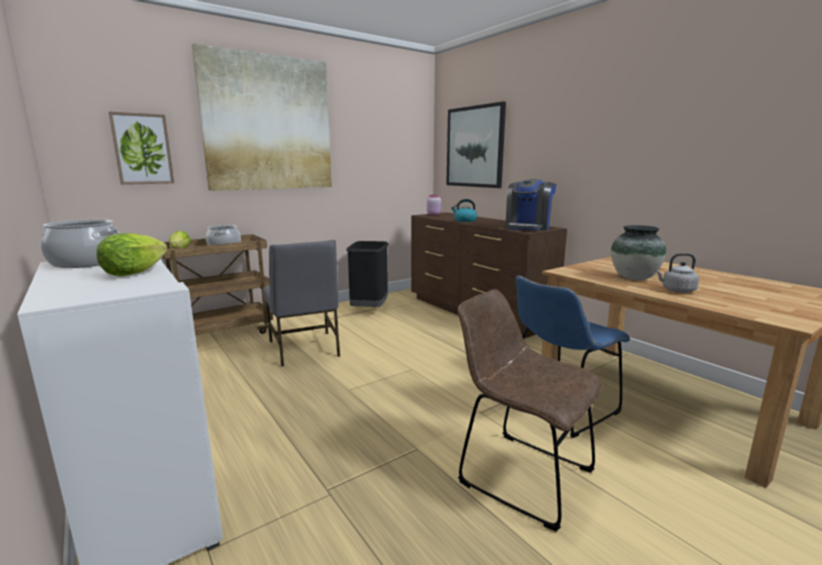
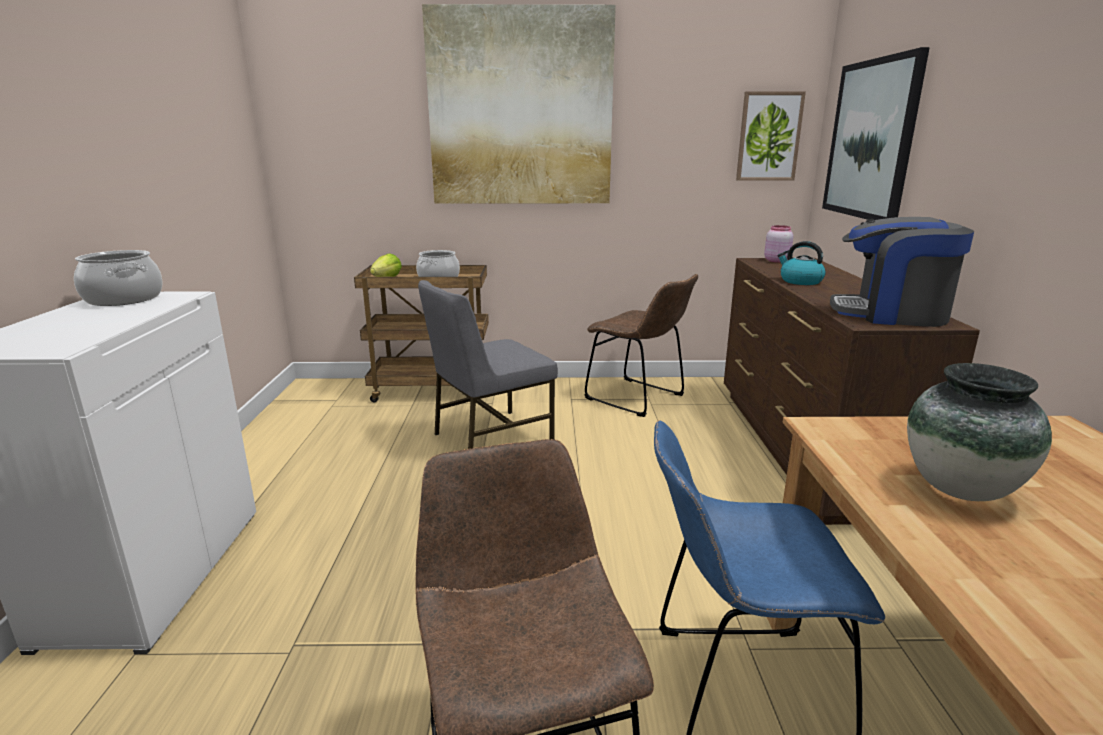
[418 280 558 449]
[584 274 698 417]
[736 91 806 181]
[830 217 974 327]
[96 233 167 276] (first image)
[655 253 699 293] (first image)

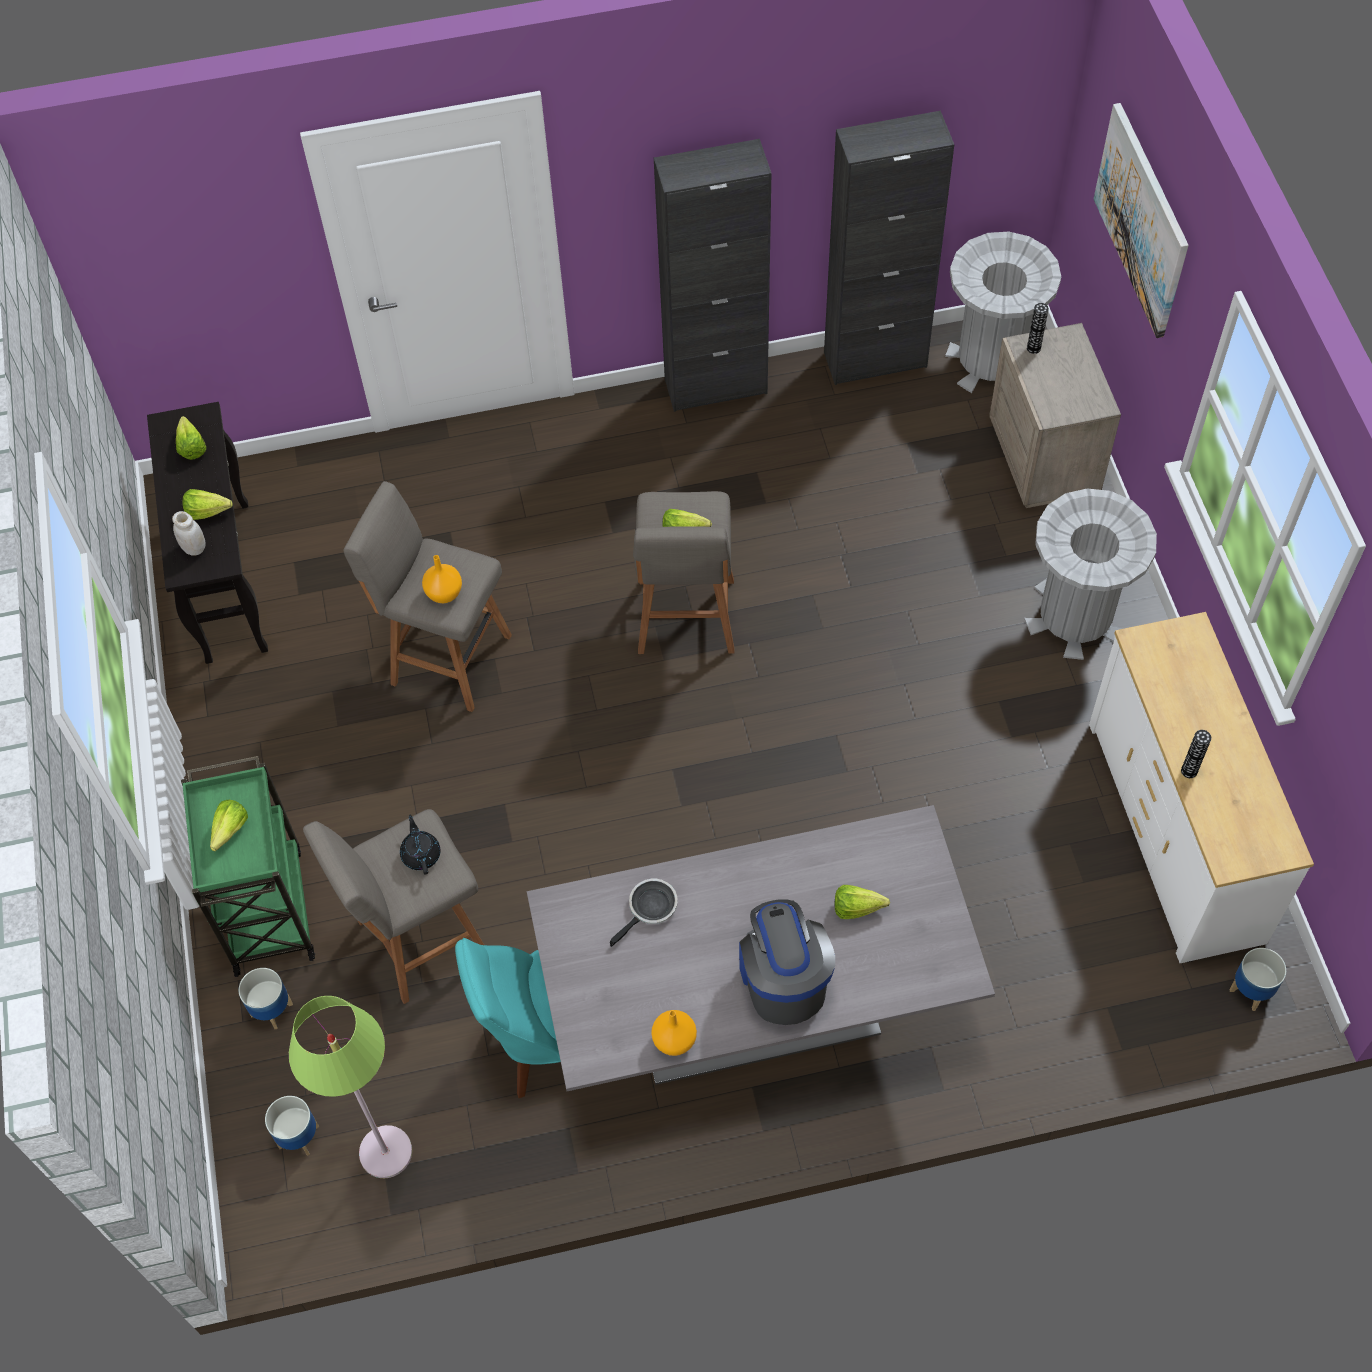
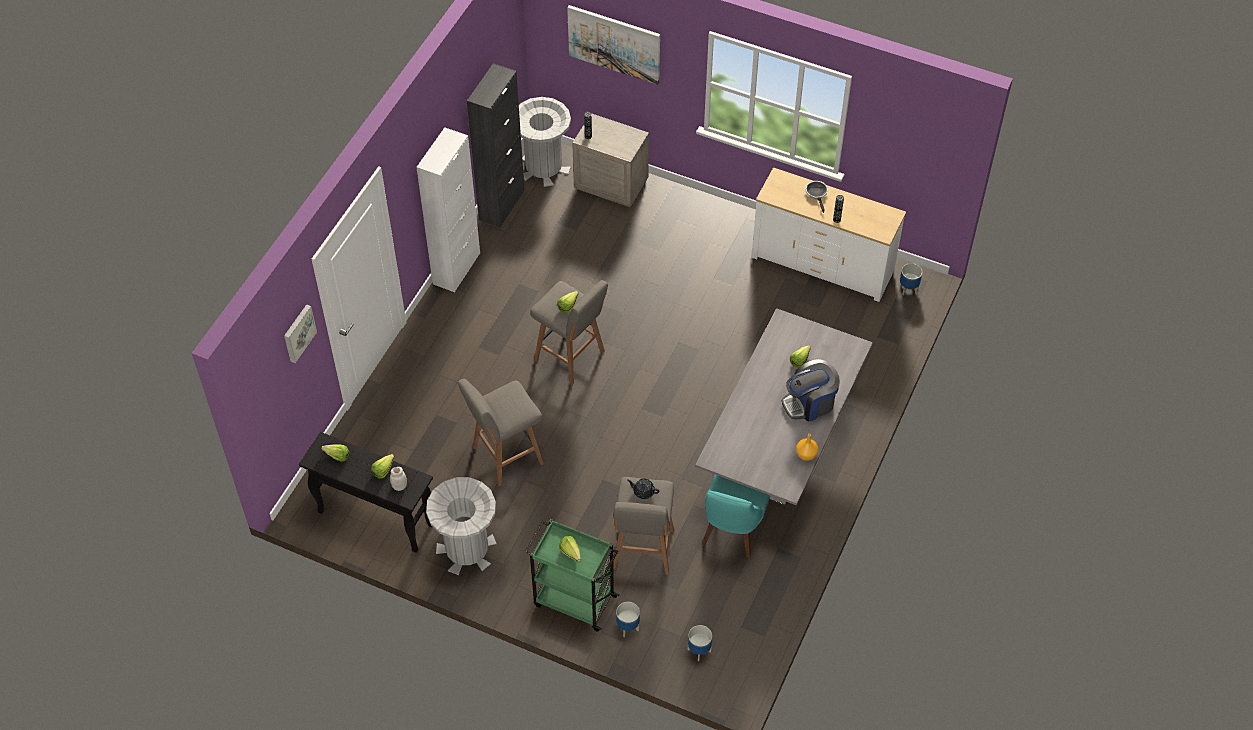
[284 304 317 363]
[416 127 480 292]
[426 477 497 575]
[782 359 840 422]
[805 181 828 213]
[289 996 412 1178] (first image)
[422 555 462 603] (first image)

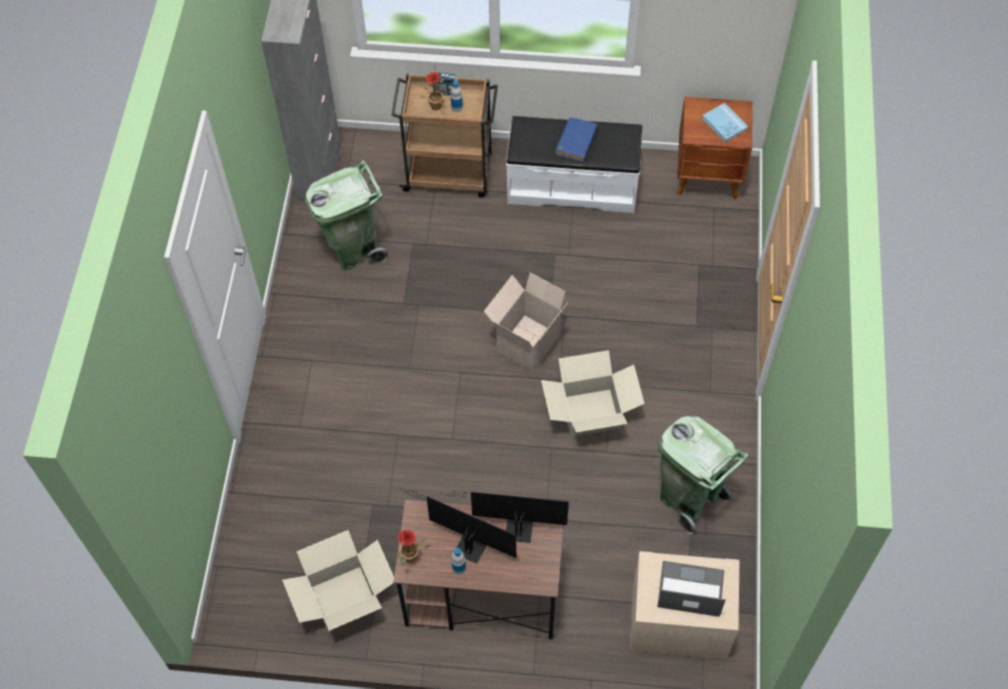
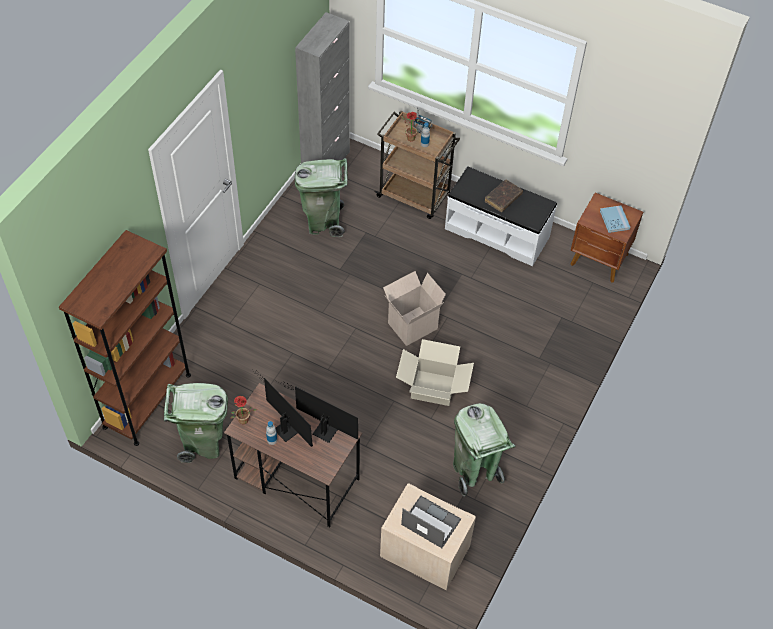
[59 230 191 446]
[164 383 228 463]
[485 180 523 212]

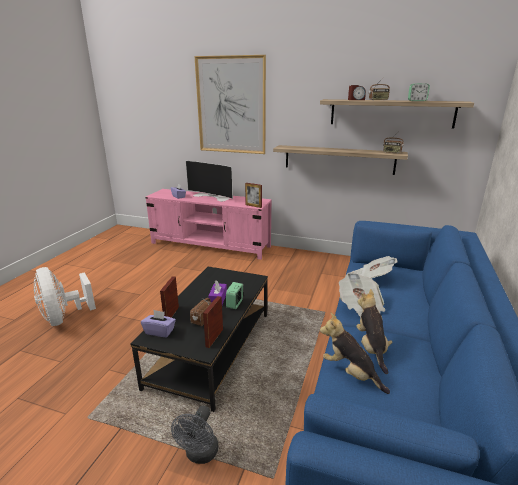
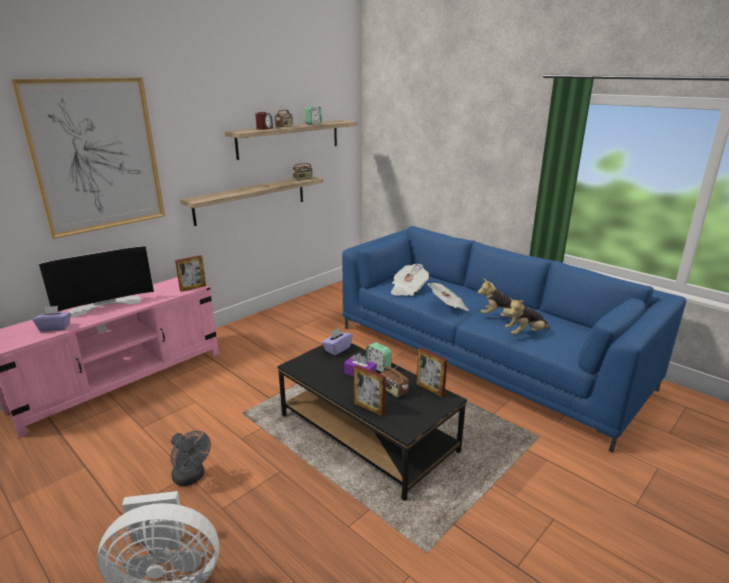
[170 430 211 486]
[322 328 353 355]

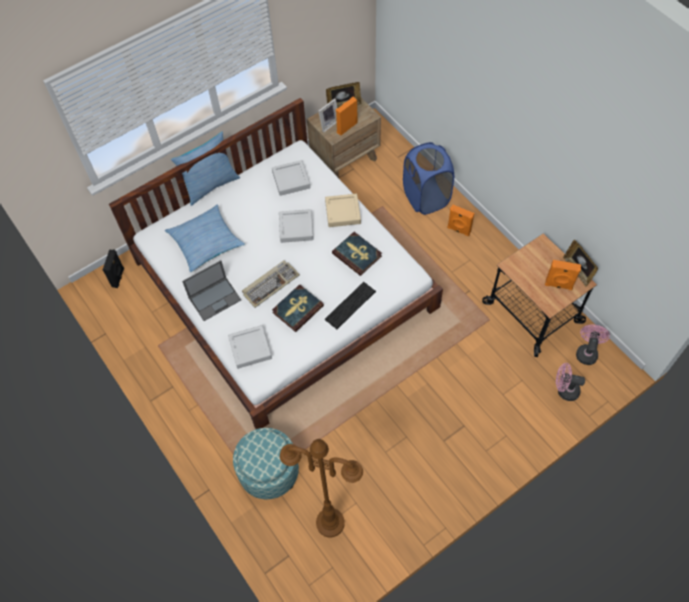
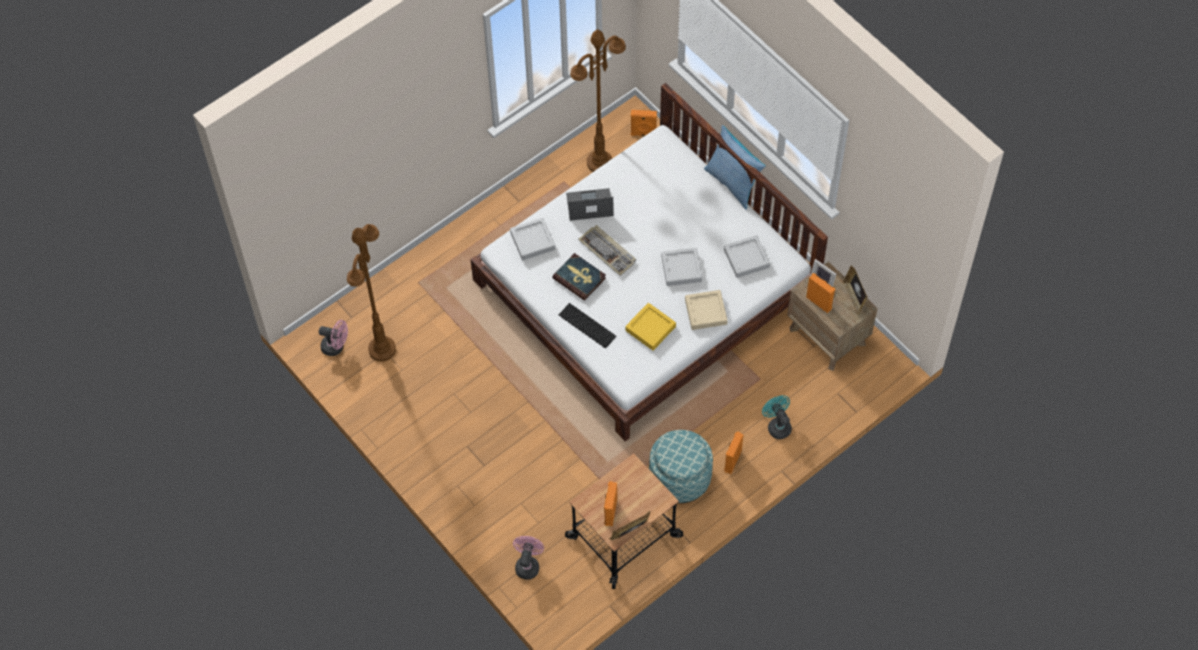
[319 320 348 356]
[566 188 613 221]
[570 29 626 172]
[625 303 676 350]
[631 110 657 136]
[649 430 713 503]
[762 395 792 439]
[165 204 245 272] (first image)

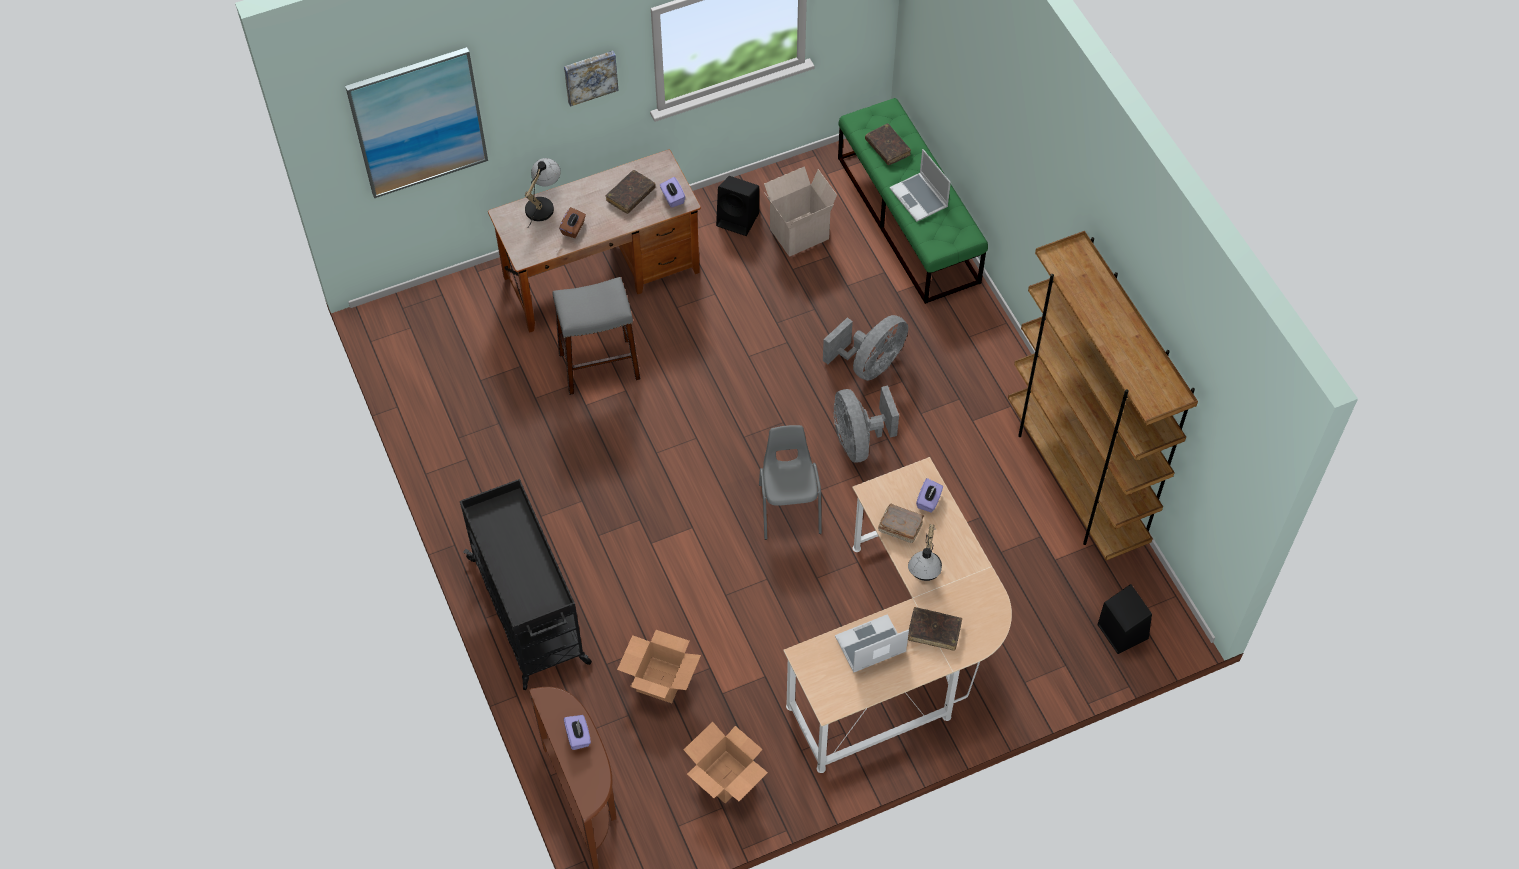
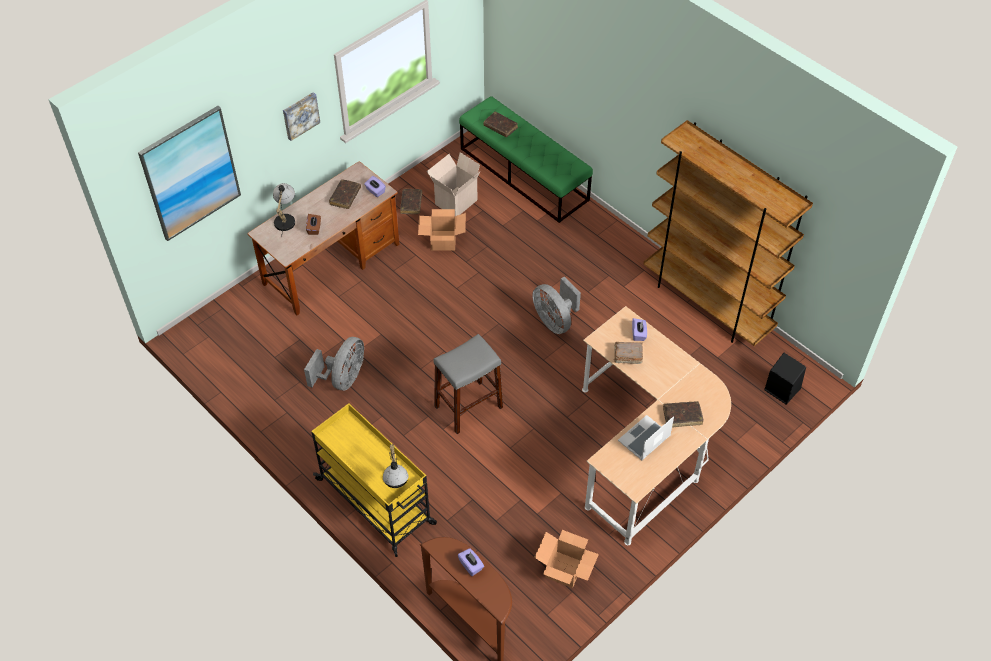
[304 337 364 390]
[311 403 437 557]
[383 444 408 488]
[400 189 422 214]
[418 209 466 251]
[434 334 503 434]
[759 425 822 540] (first image)
[890 149 951 222] (first image)

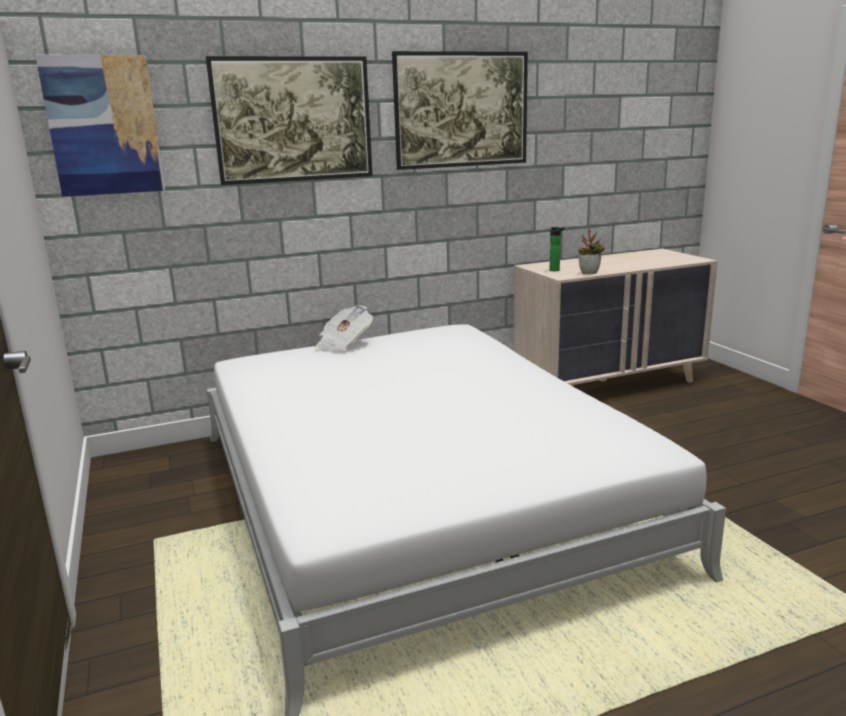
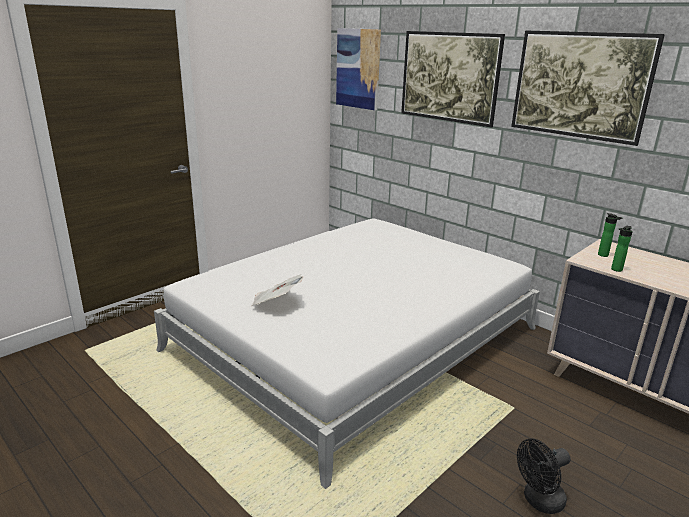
[252 274 303 306]
[517 439 571 514]
[611 226 633 272]

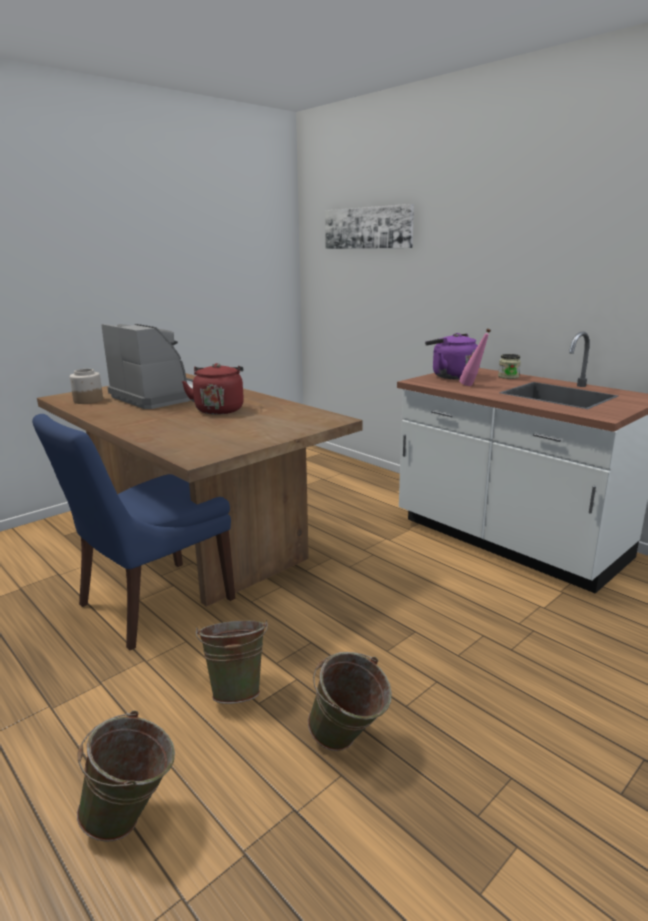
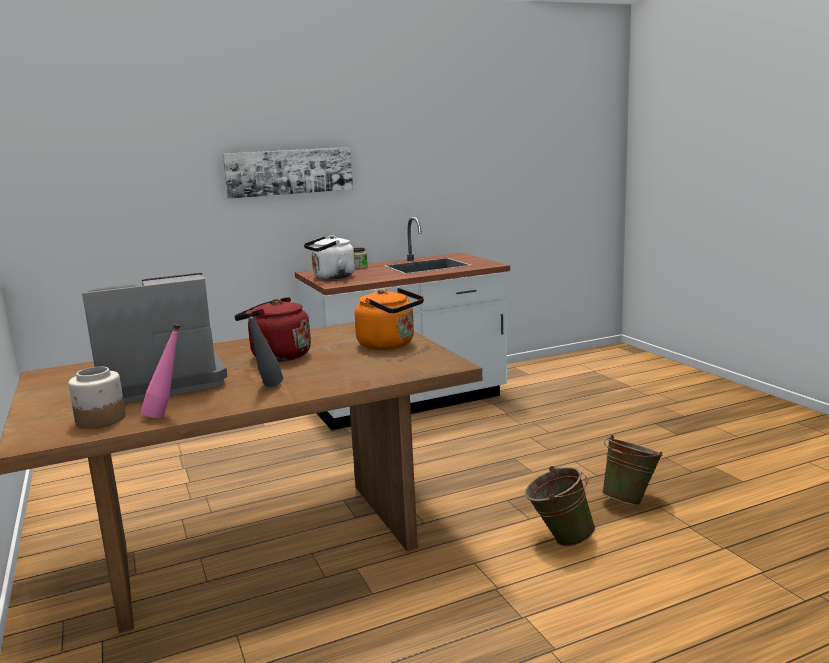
[141 324 180 418]
[223 147 353 199]
[246 310 283 387]
[304 235 355 279]
[355 288 424 350]
[32 414 235 650] (first image)
[77 711 175 842] (first image)

